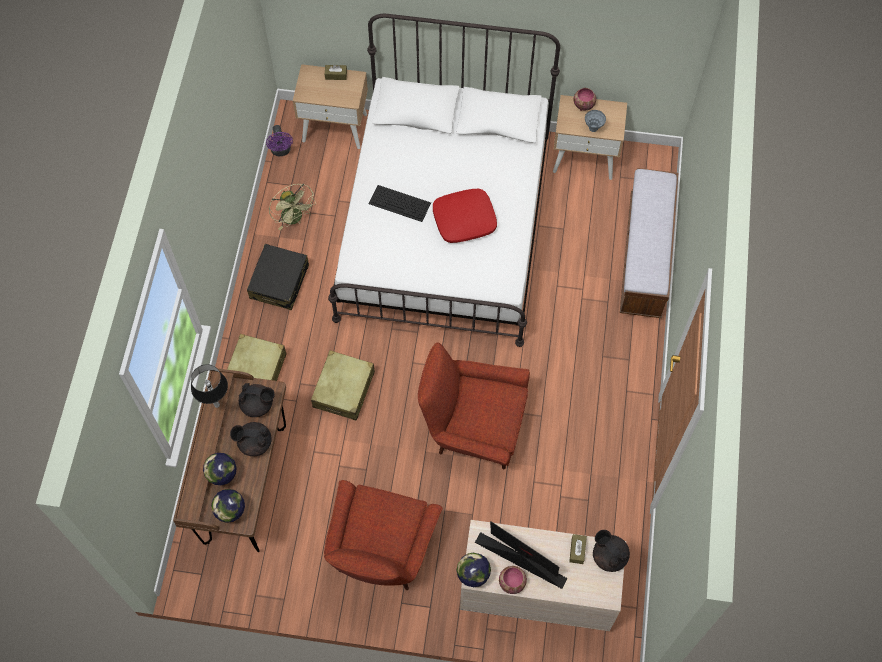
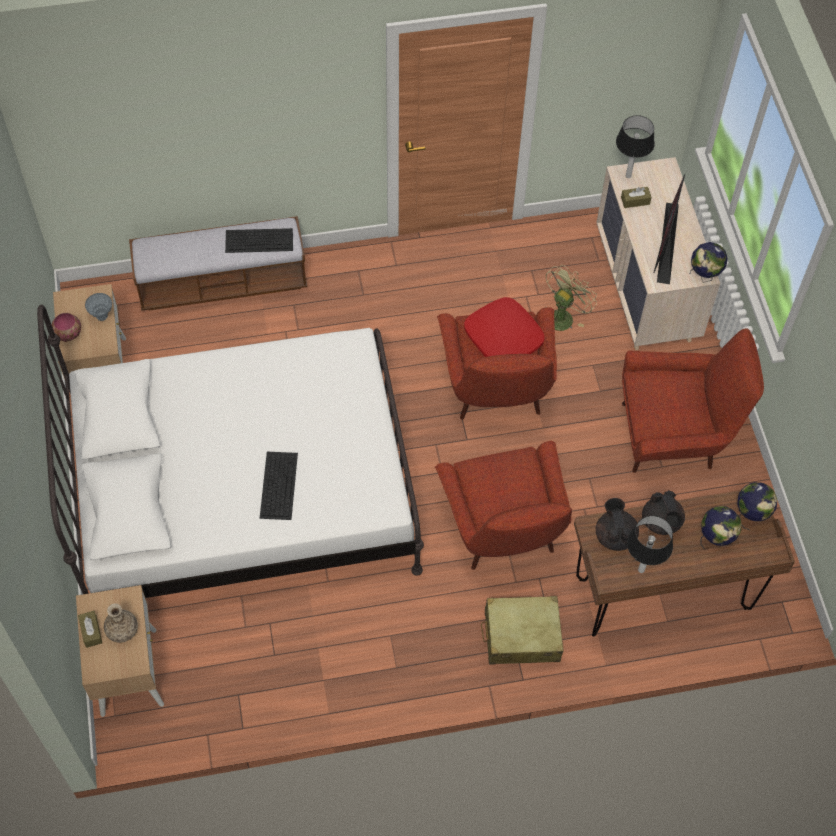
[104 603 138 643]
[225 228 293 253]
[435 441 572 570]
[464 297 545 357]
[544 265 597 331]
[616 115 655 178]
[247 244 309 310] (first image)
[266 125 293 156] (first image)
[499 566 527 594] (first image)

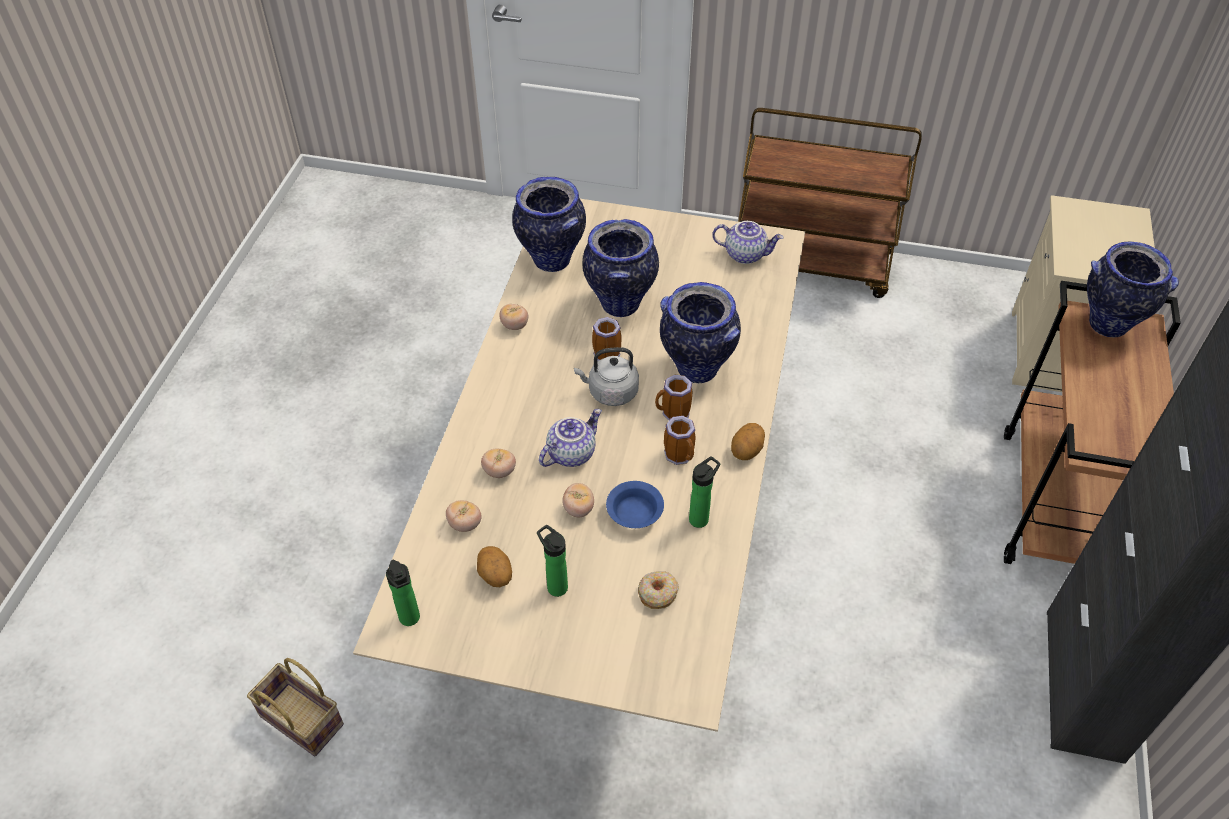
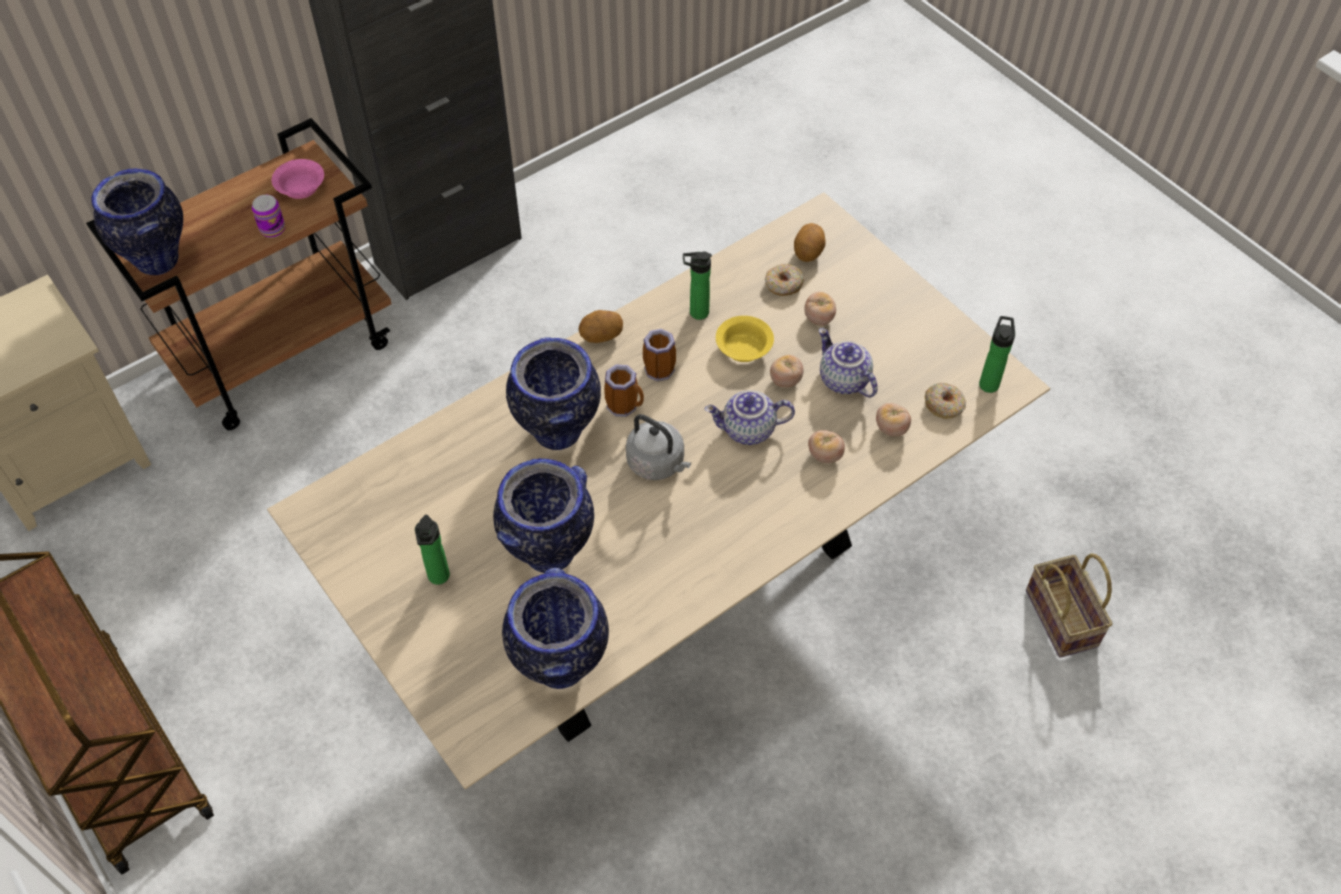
[252 195 285 238]
[272 159 324 199]
[415 515 450 585]
[716 316 774 362]
[794 223 826 262]
[804 292 836 325]
[819 328 878 397]
[925 383 966 419]
[592 317 621 361] (first image)

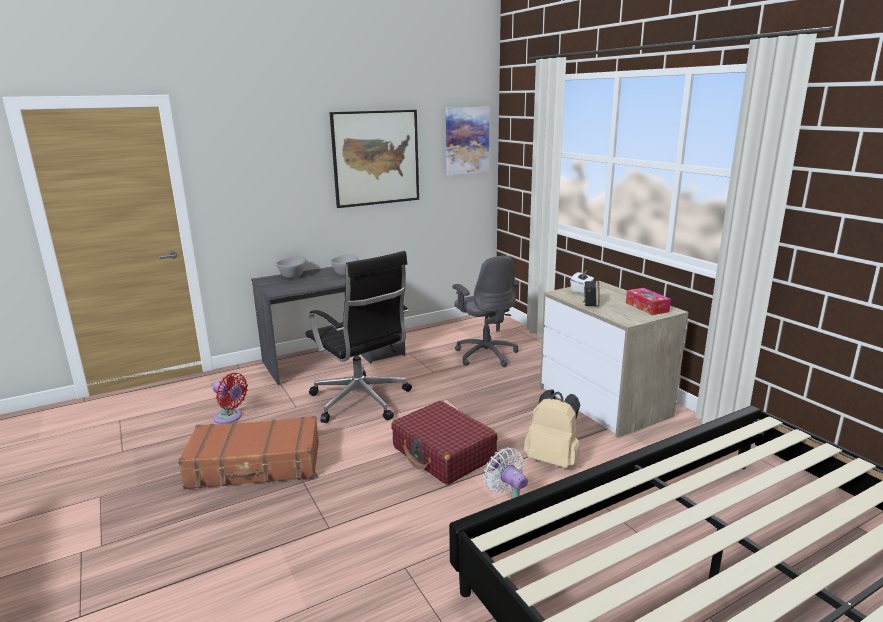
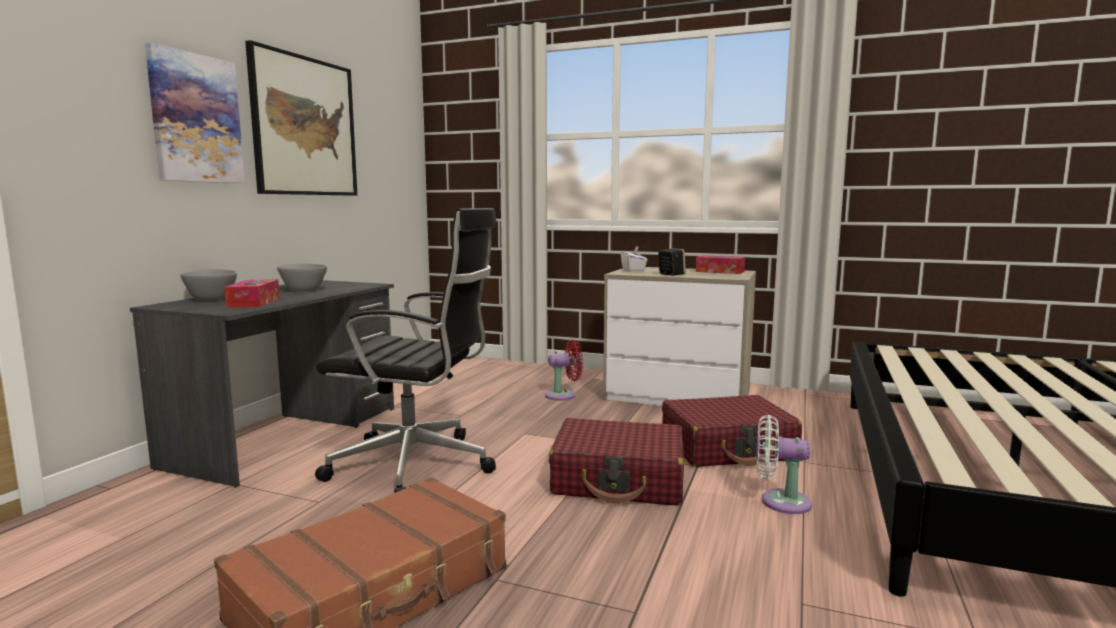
[145 43 245 183]
[224 279 280 308]
[545 339 583 401]
[662 395 802 467]
[452 256 519 367] (first image)

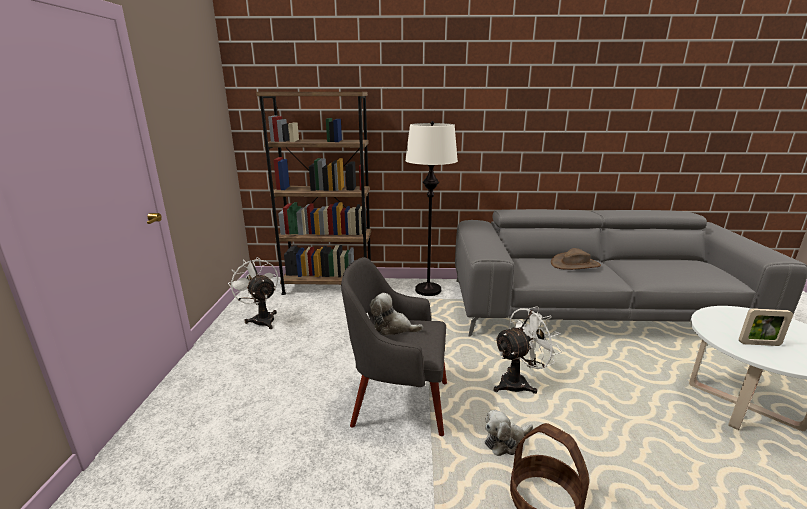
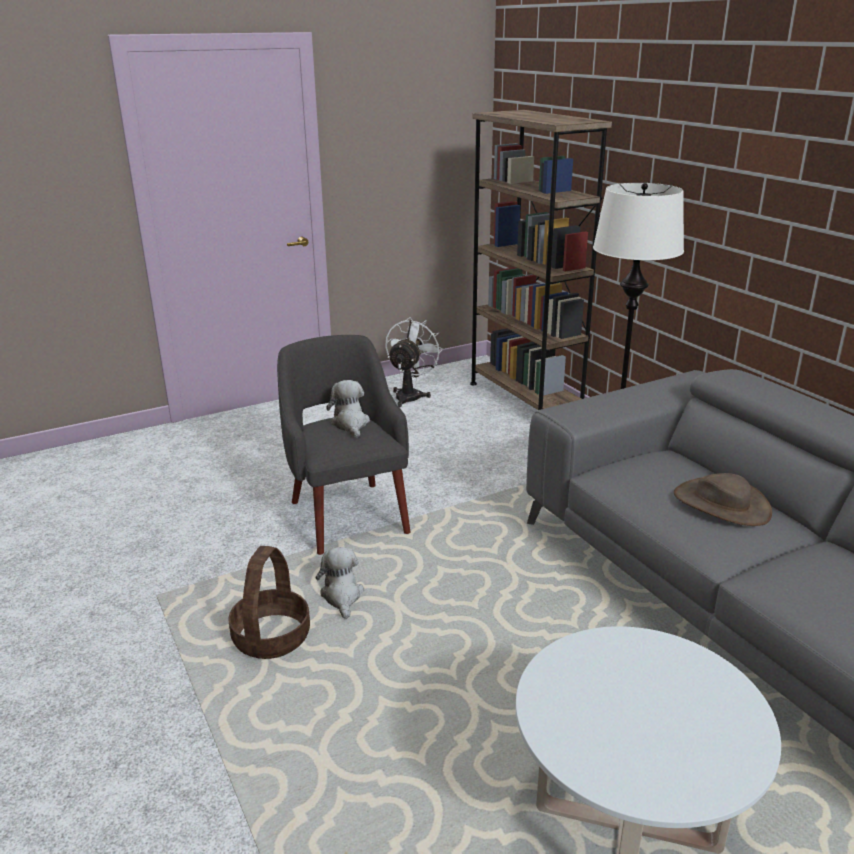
[316 547 364 619]
[494 306 562 394] (first image)
[739 308 793 346] (first image)

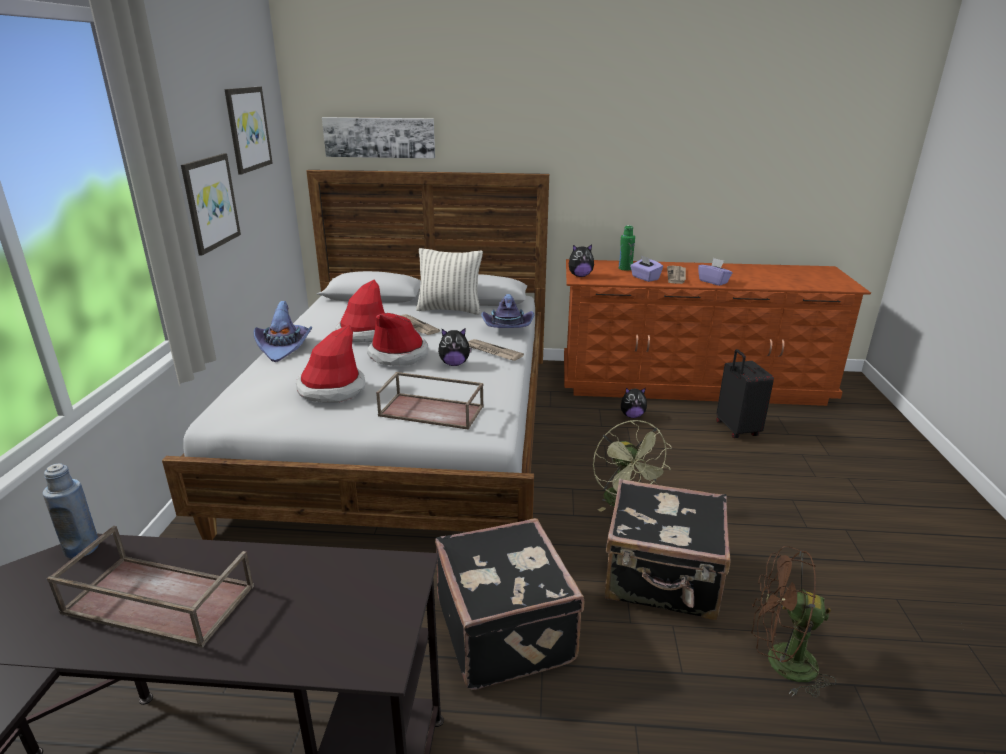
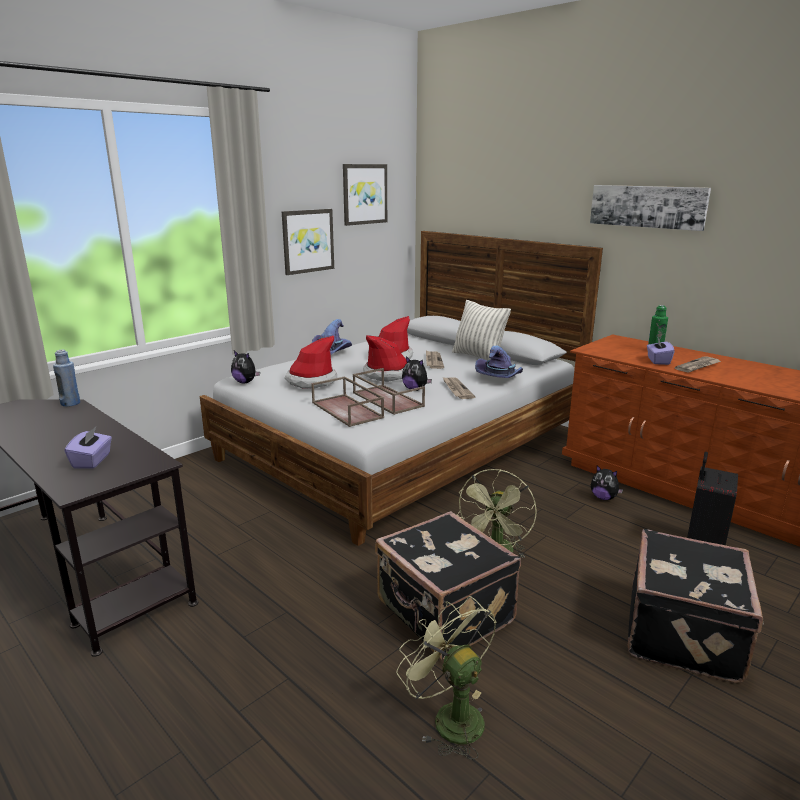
[65 427 112 468]
[231 351 260 383]
[353 368 425 415]
[396 596 496 760]
[590 185 711 231]
[628 529 764 683]

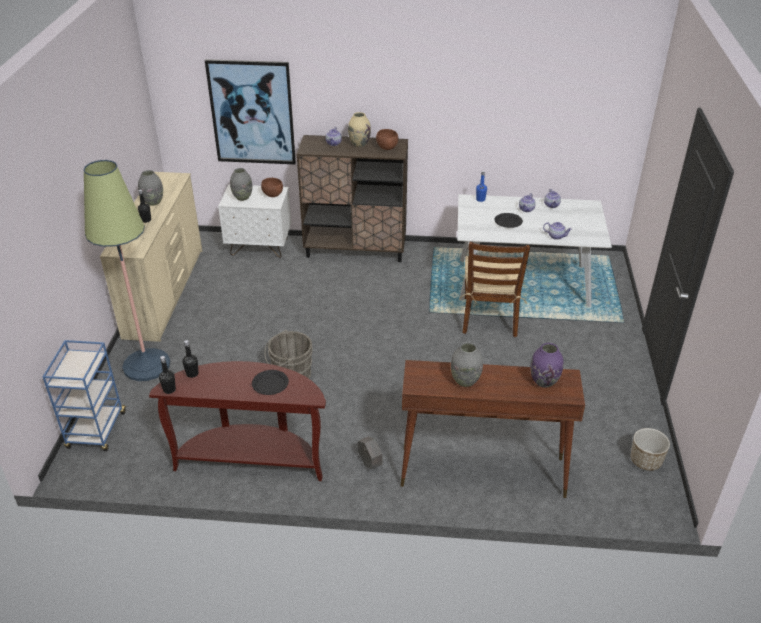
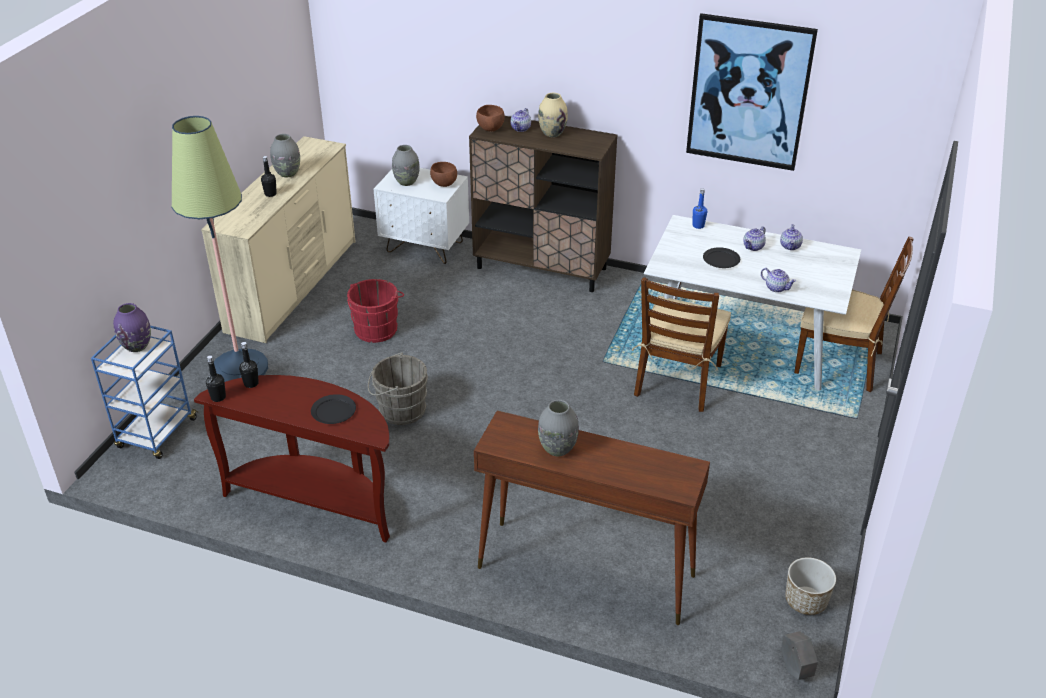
[113 303 151 352]
[347 279 404 343]
[476 105 505 132]
[686 13 818 171]
[781 631 818 680]
[794 236 914 392]

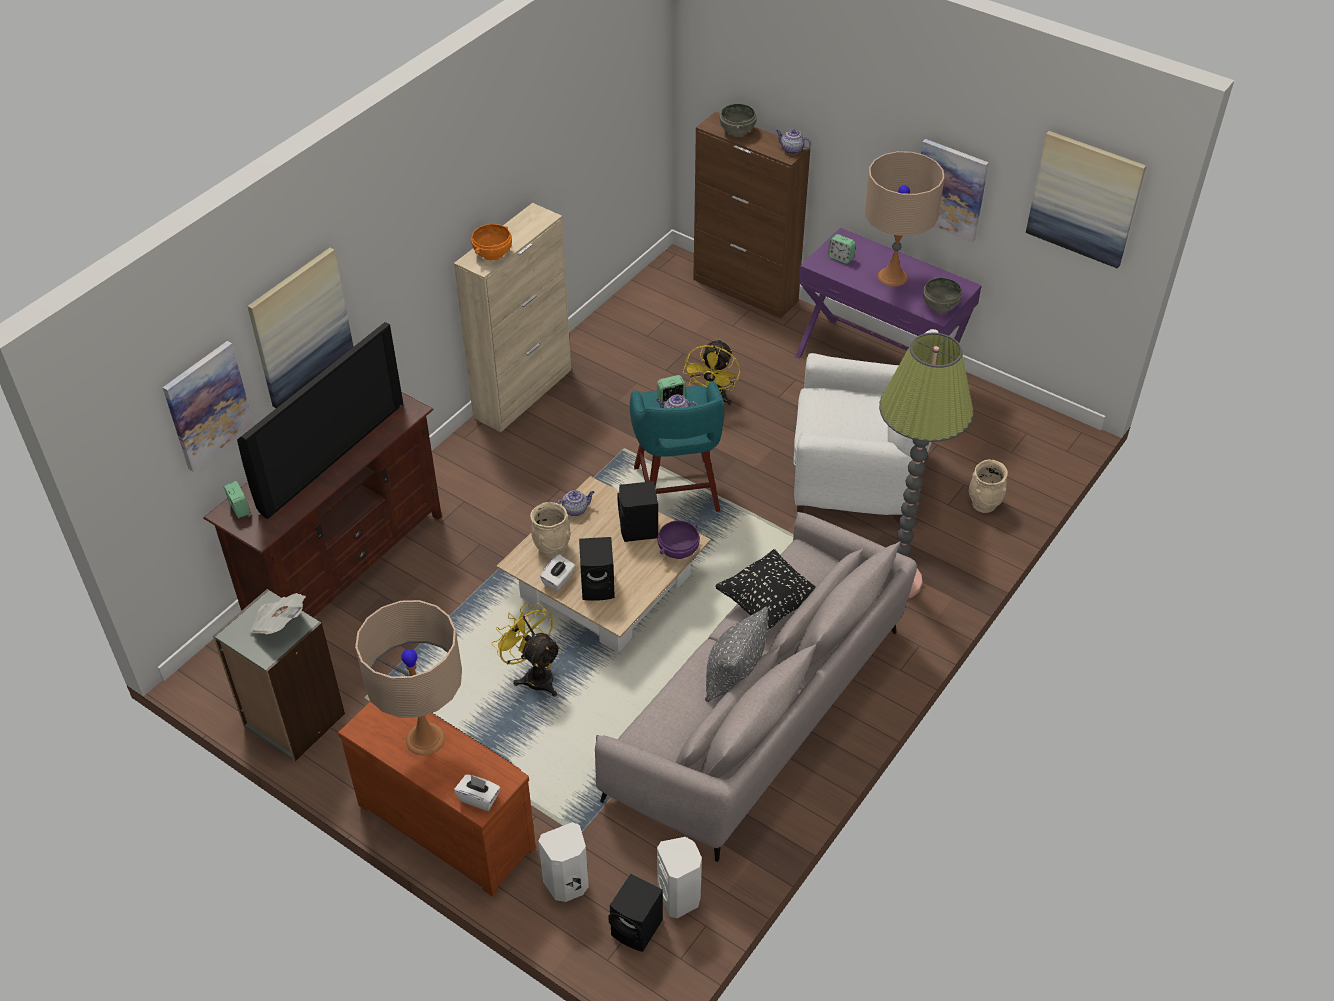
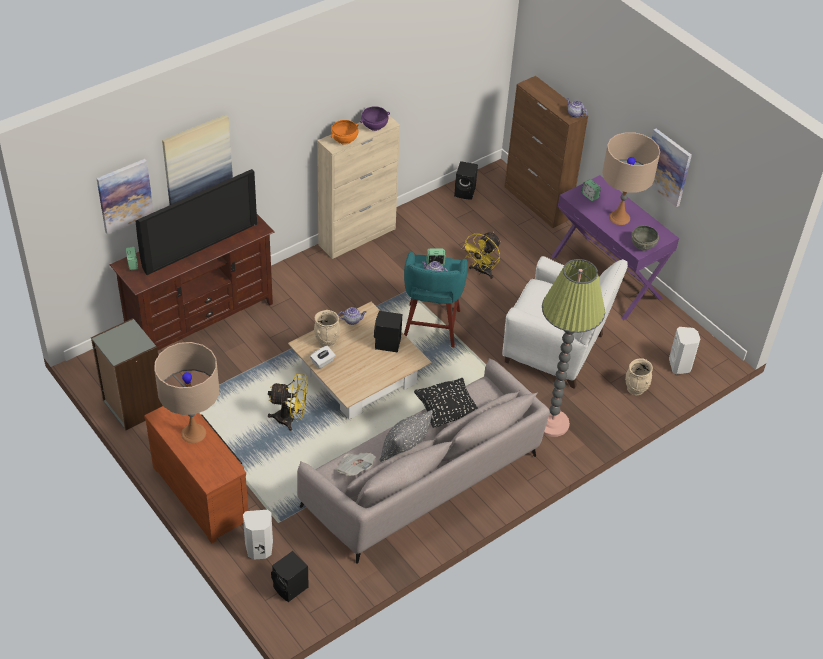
[268 374 308 431]
[336 452 376 476]
[360 106 390 131]
[454 161 478 200]
[669 327 700 375]
[454 774 500 811] (first image)
[720 104 757 137] (first image)
[1026 131 1146 268] (first image)

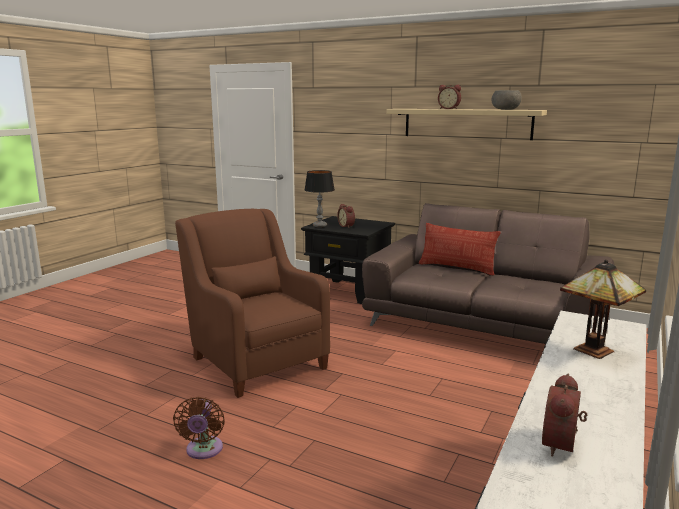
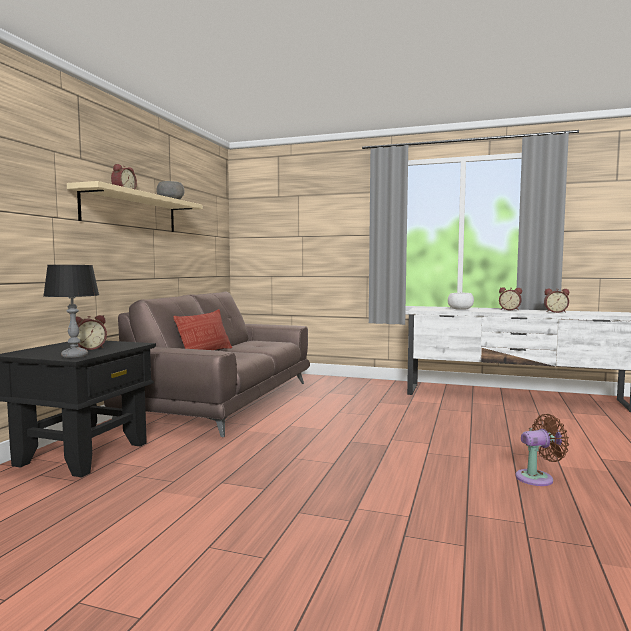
[448 293 474 310]
[499 287 522 311]
[175 209 330 398] (first image)

